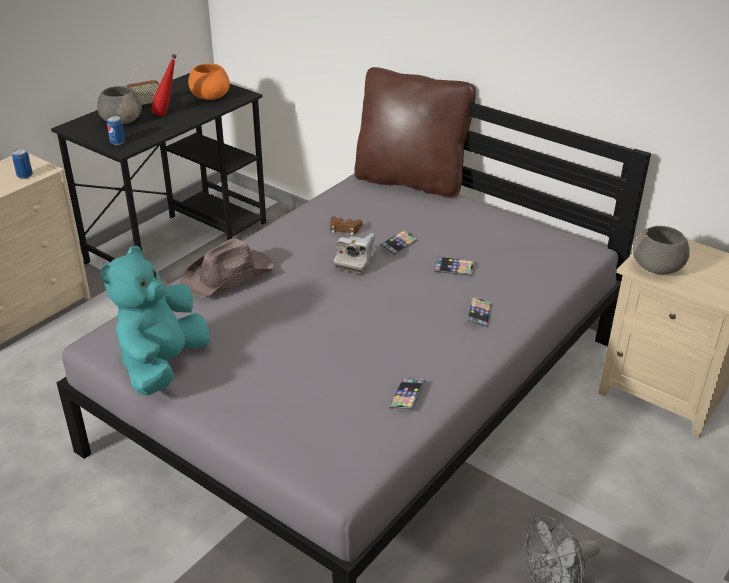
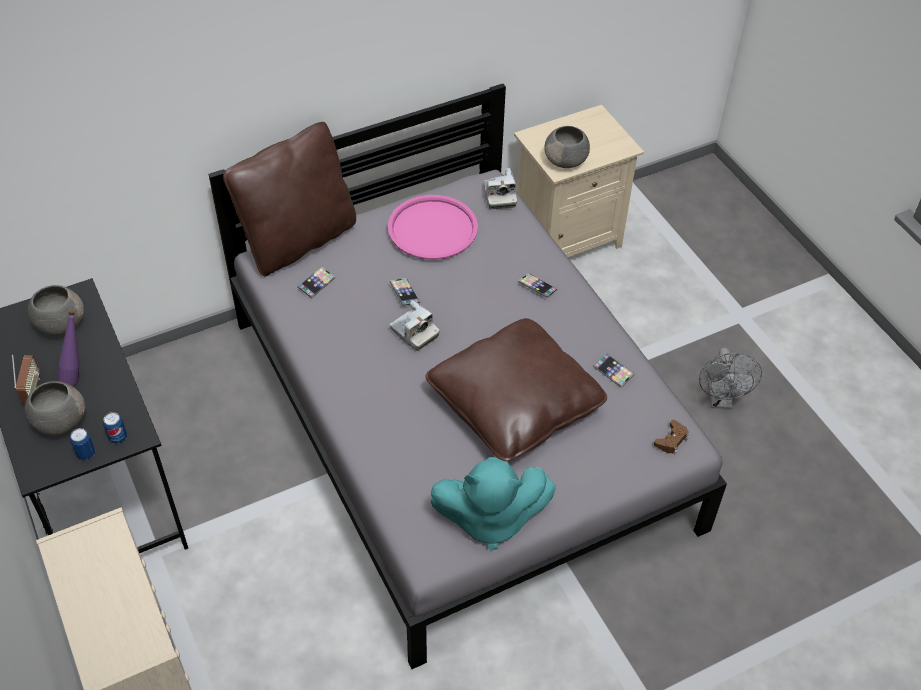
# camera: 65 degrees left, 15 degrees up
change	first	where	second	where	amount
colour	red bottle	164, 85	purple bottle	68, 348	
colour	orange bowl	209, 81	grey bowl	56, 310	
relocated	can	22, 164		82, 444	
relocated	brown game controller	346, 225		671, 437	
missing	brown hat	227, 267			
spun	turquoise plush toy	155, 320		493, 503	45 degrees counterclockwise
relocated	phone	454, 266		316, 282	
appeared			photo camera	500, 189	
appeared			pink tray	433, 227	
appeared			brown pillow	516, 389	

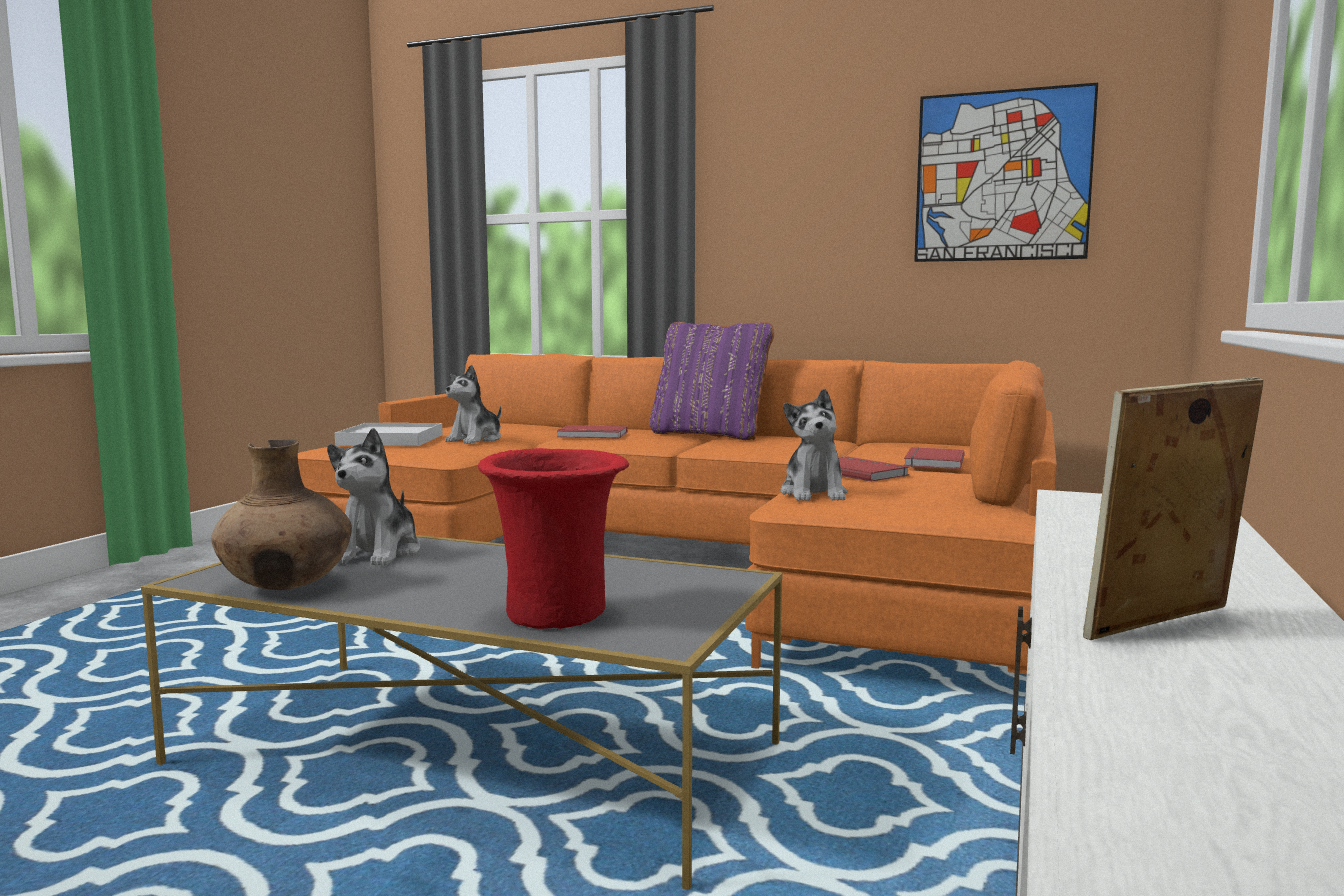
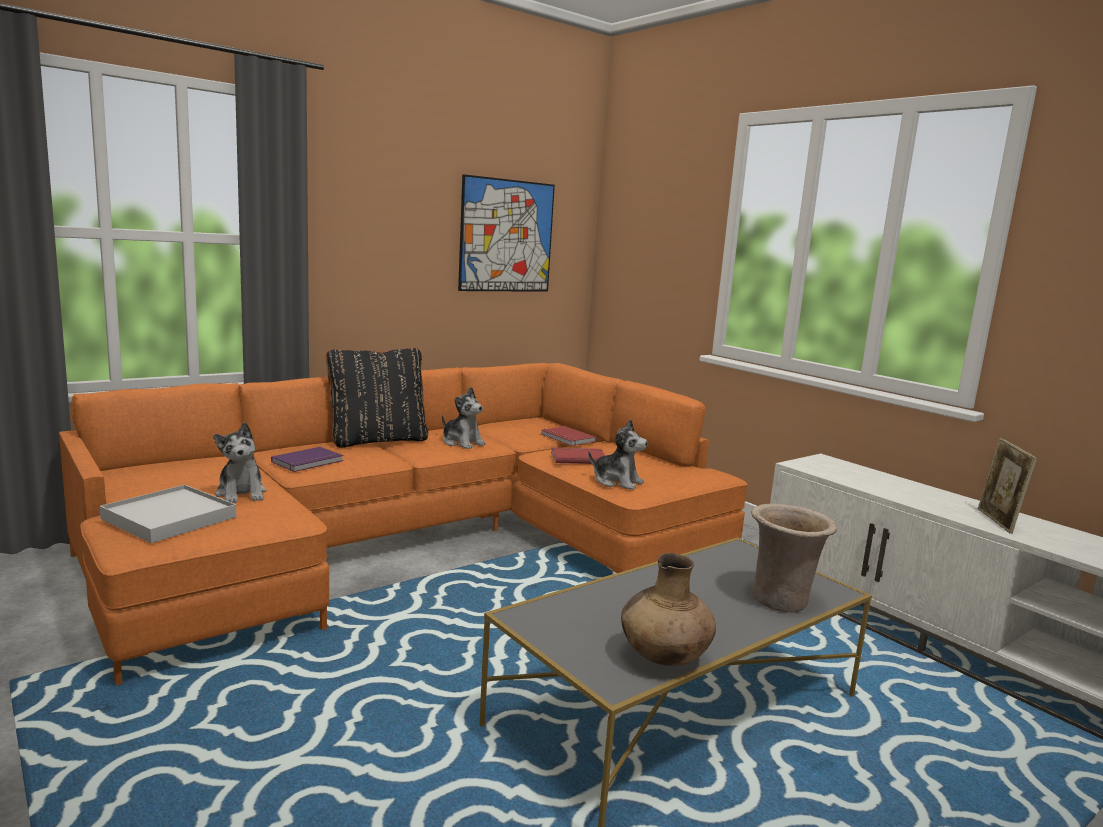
# camera: 60 degrees left, 5 degrees up
change	first	where	second	where	amount
colour	purple pillow	712, 381	black pillow	377, 397	
colour	red book	592, 431	purple book	307, 459	
relocated	plush toy	373, 497		464, 418	
colour	red vase	553, 538	beige vase	794, 558	

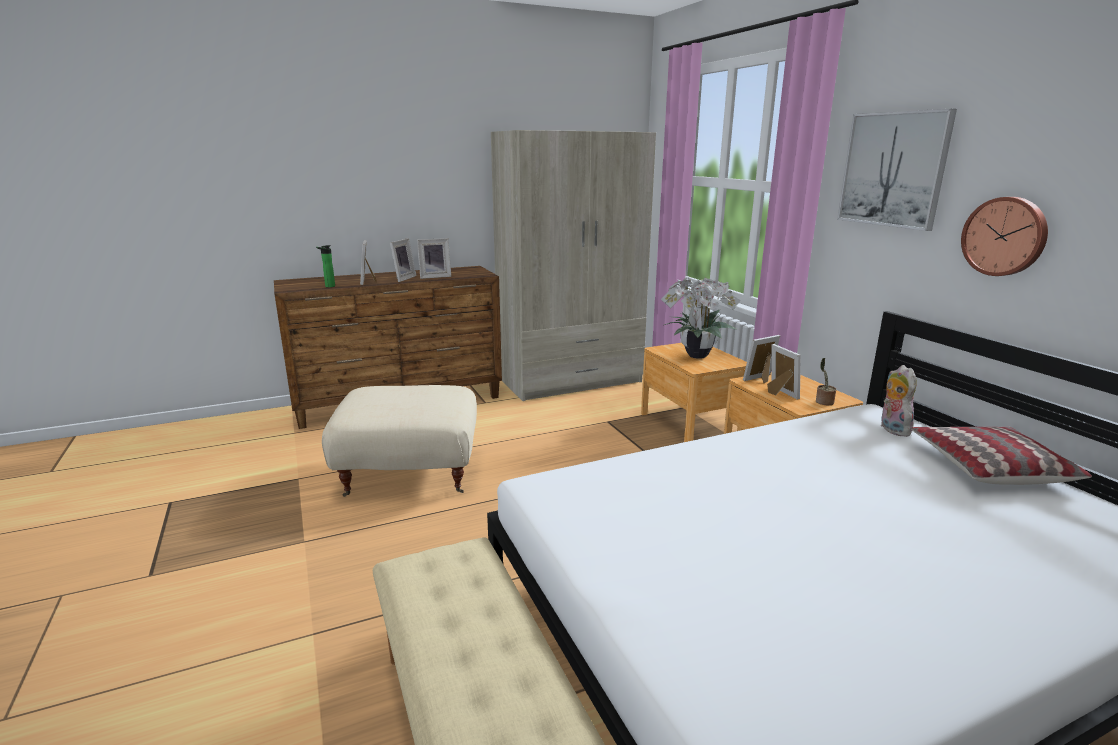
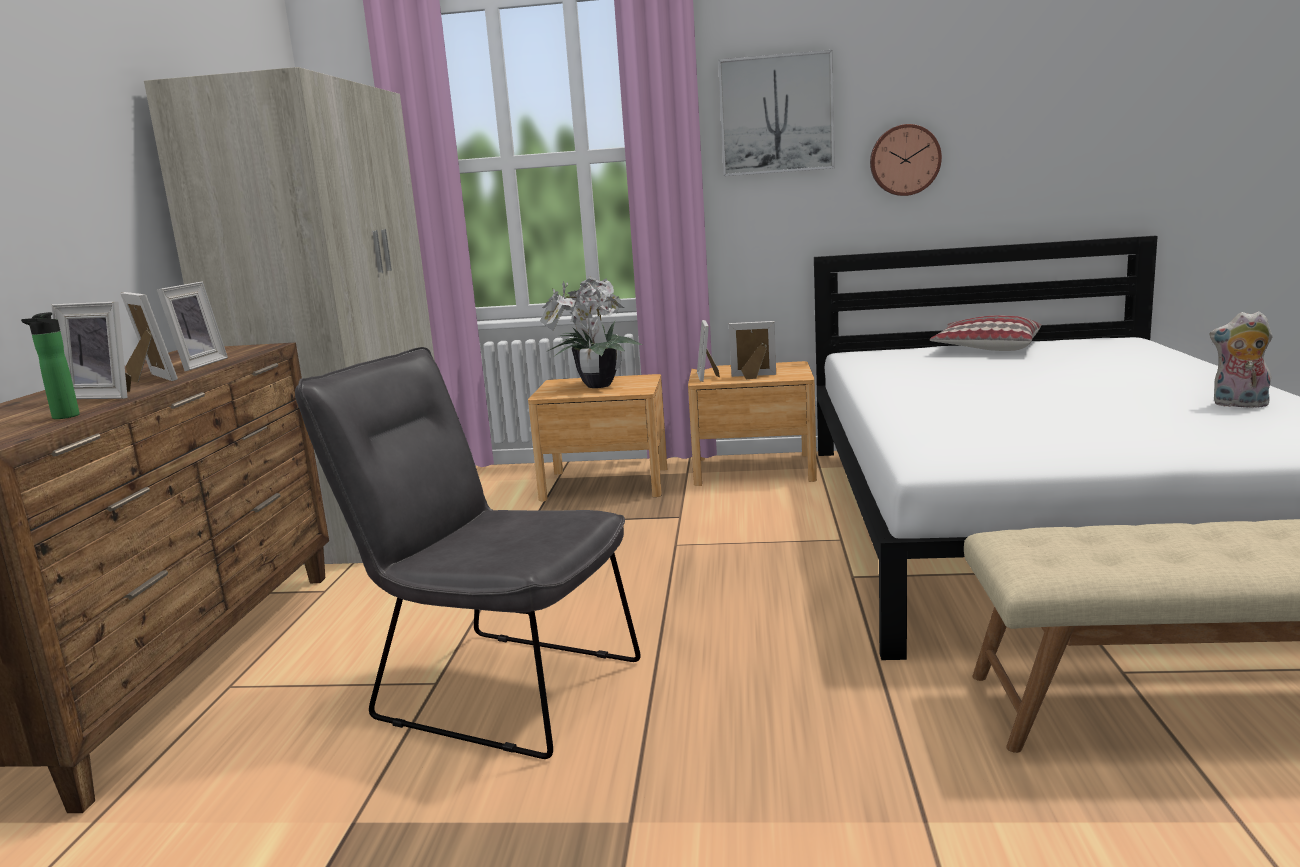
# camera: 60 degrees left, 5 degrees down
change	first	where	second	where	amount
missing	potted plant	826, 382			
relocated	plush toy	898, 401		1241, 359	
exchanged	beige ottoman	399, 441	grey chair	468, 553	

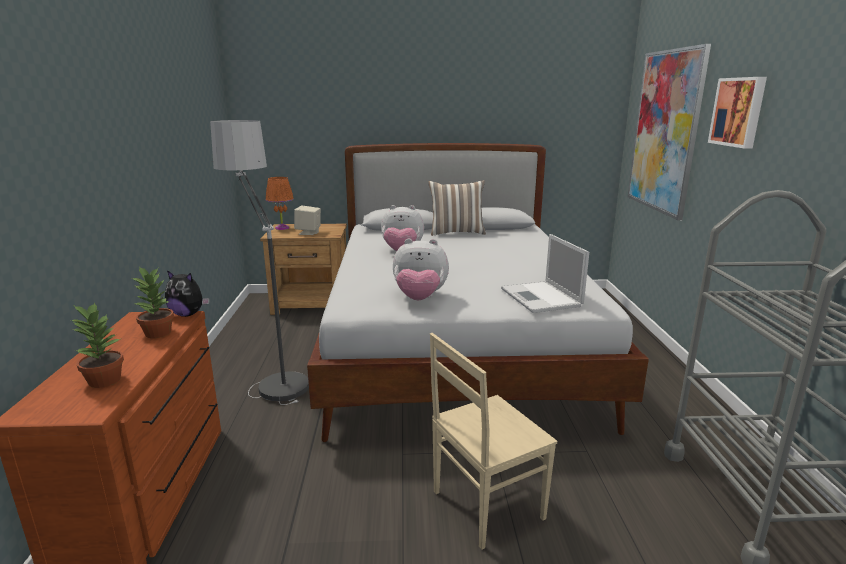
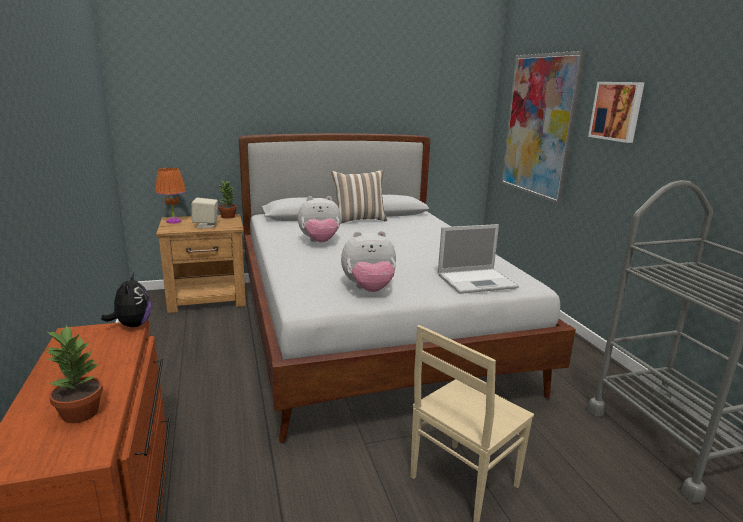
# camera: 15 degrees left, 0 degrees up
change	first	where	second	where	amount
missing	floor lamp	259, 262			
spun	laptop	545, 273		478, 259	75 degrees counterclockwise
relocated	potted plant	153, 302		227, 199	
spun	plush toy	187, 293		126, 299	105 degrees counterclockwise

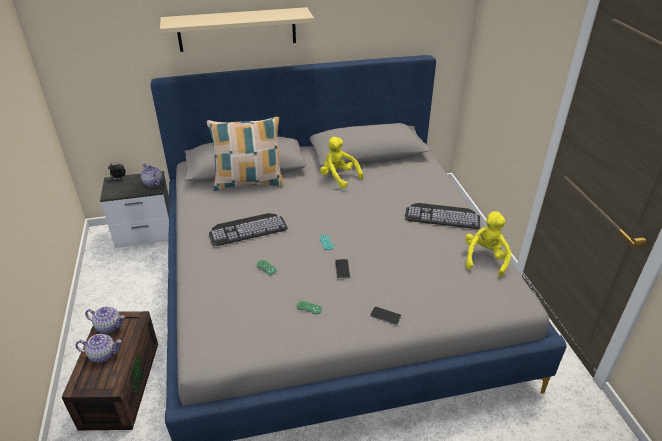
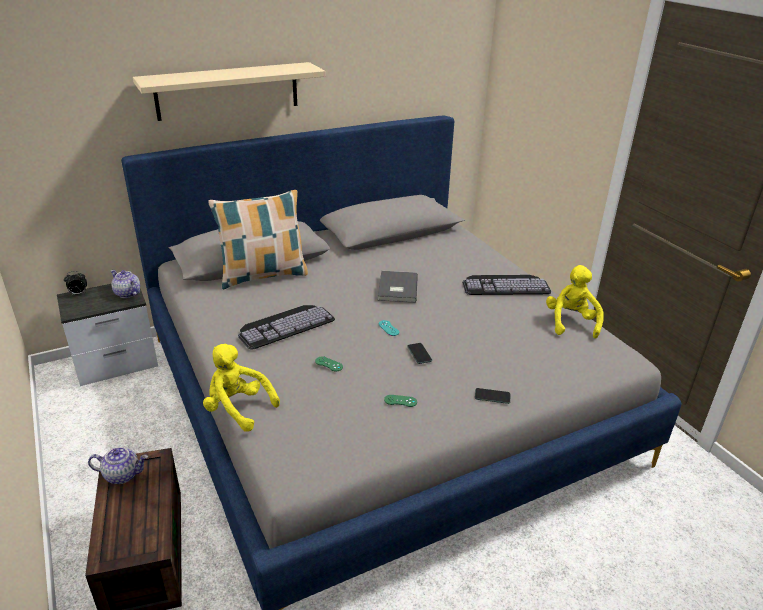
# camera: 15 degrees left, 5 degrees down
change	first	where	second	where	amount
relocated	yellow plush toy	341, 163		241, 388	
missing	teapot	98, 348			
appeared			grey book	398, 287	

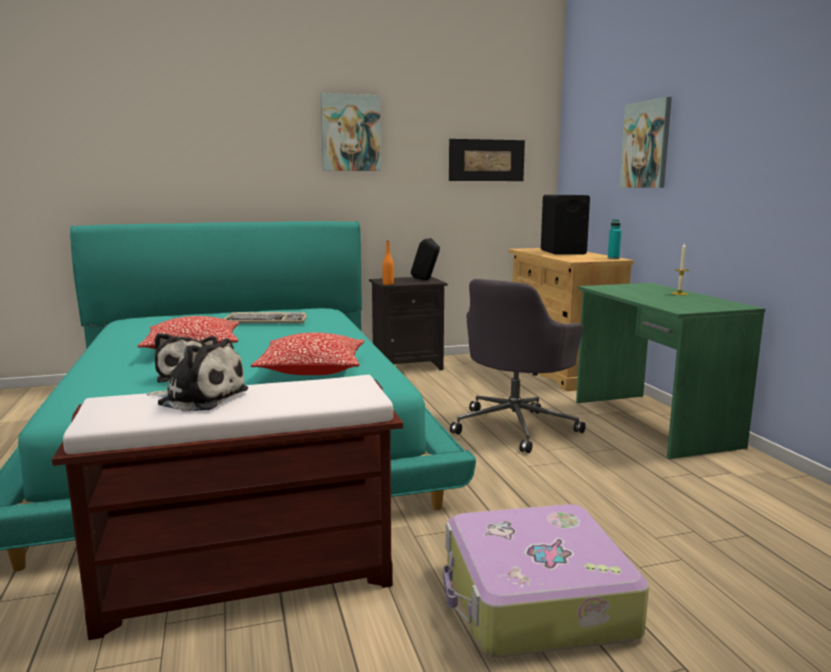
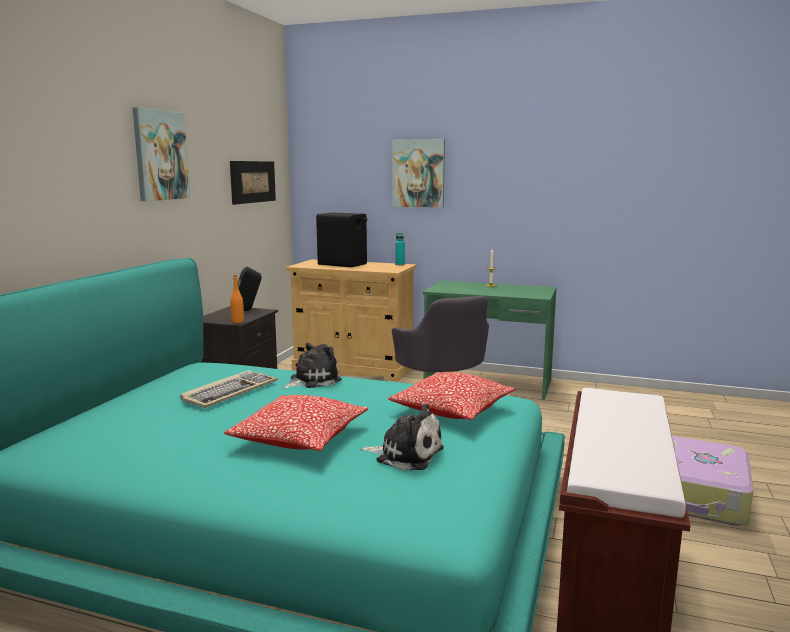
# camera: 55 degrees left, 0 degrees up
change	first	where	second	where	amount
relocated	plush toy	197, 375		312, 366	

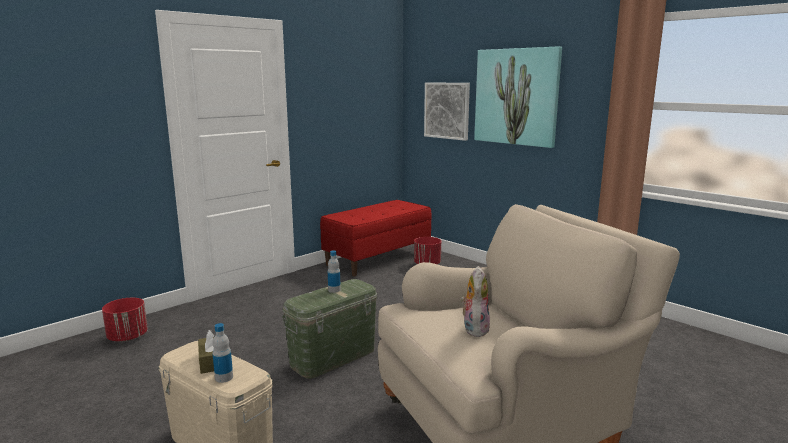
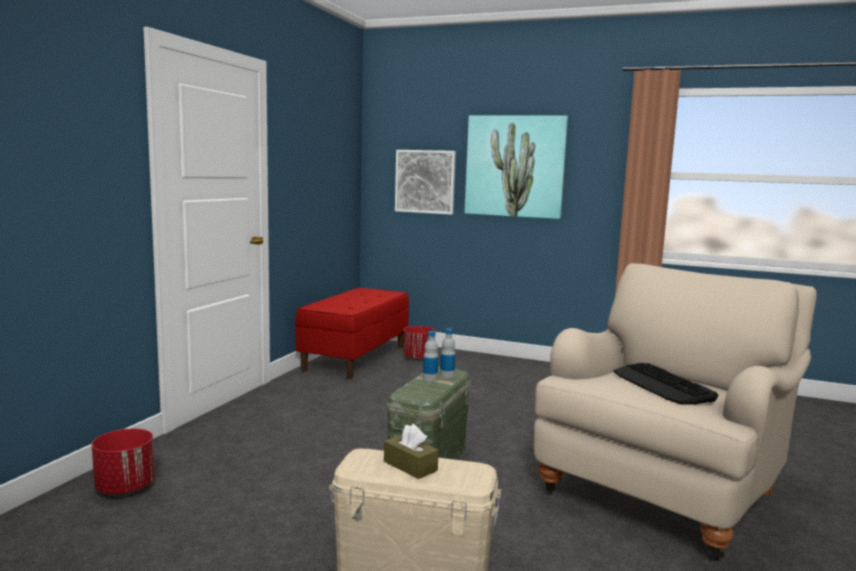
# camera: 25 degrees left, 5 degrees down
change	first	where	second	where	amount
exchanged	plush toy	475, 301	keyboard	665, 384	
relocated	bottle	222, 353		447, 353	

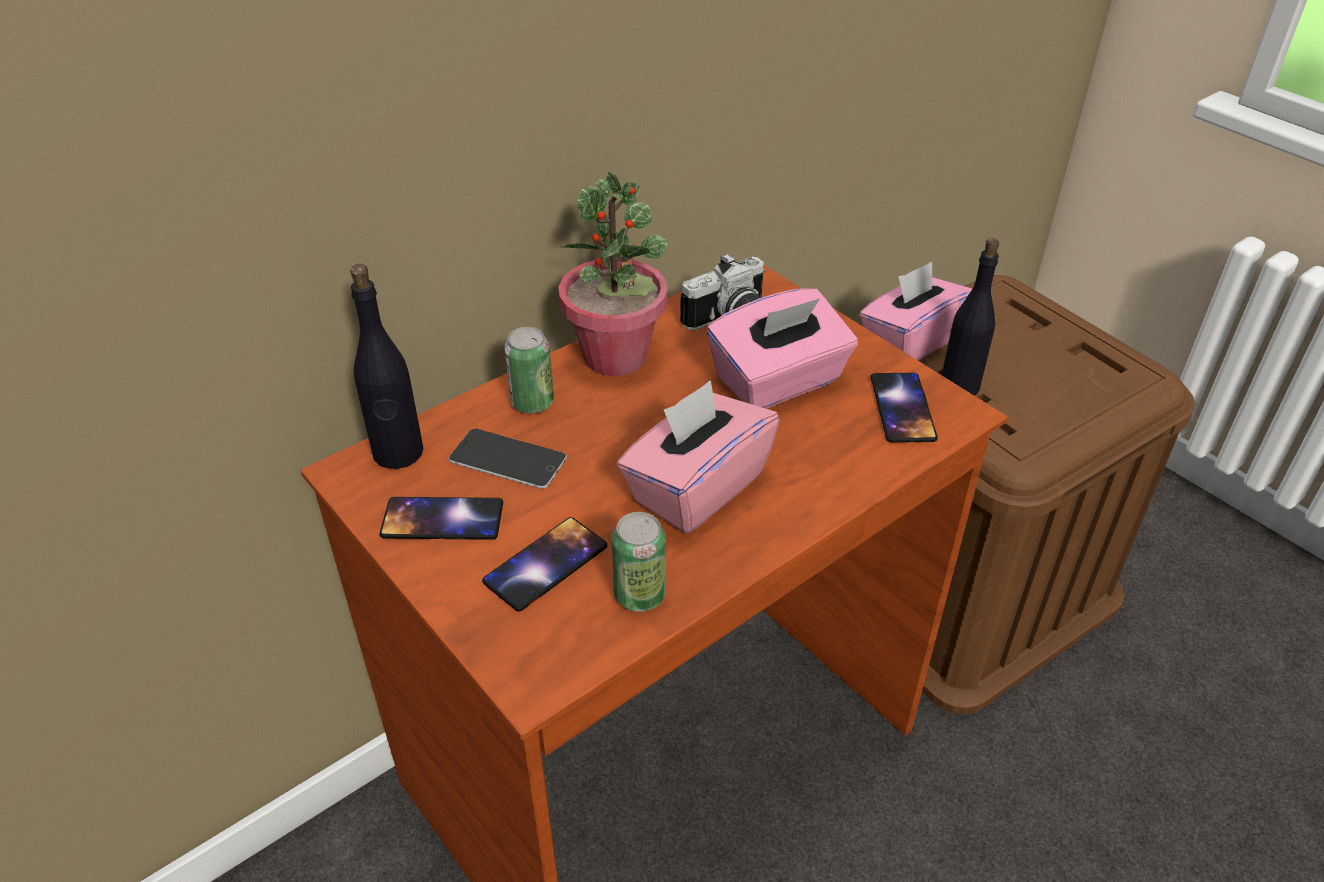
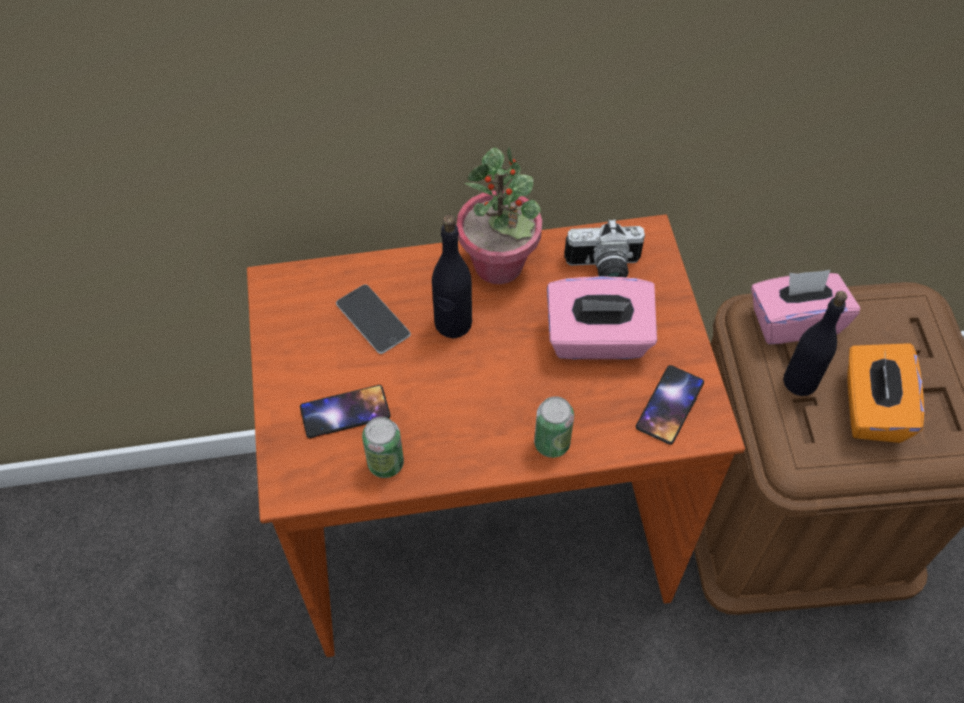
# camera: 30 degrees right, 15 degrees up
change	first	where	second	where	amount
relocated	black bottle	386, 366		452, 277	
relocated	can	529, 370		554, 427	
missing	pink tissue box	698, 456			
missing	phone	441, 518			
appeared			orange tissue box	885, 393	

